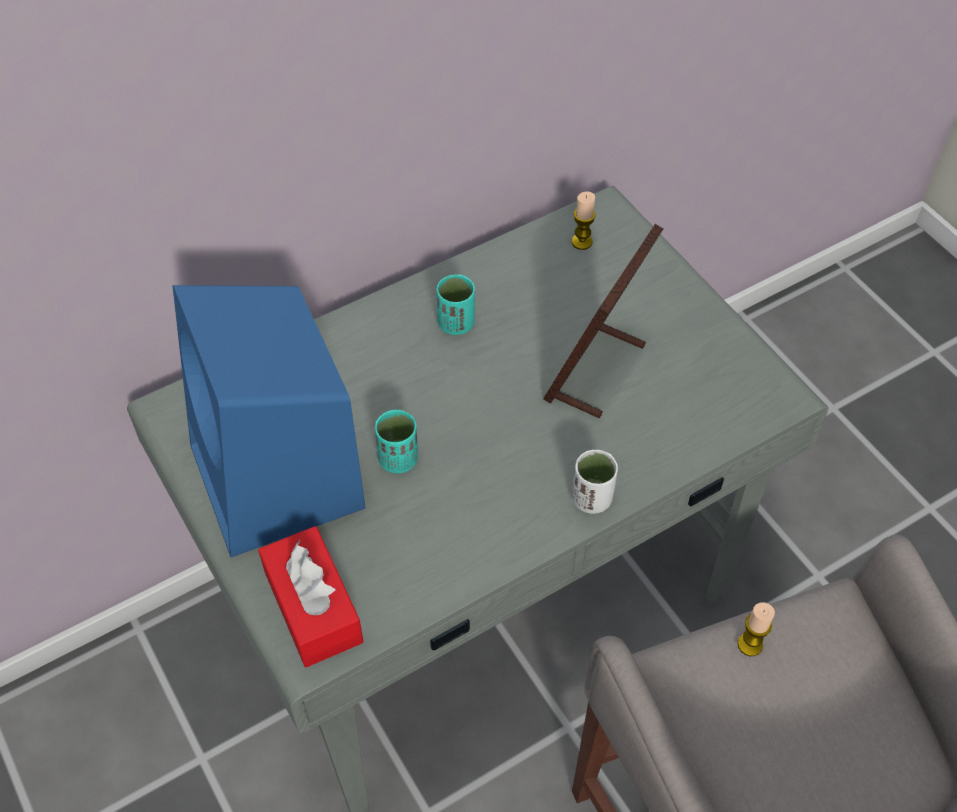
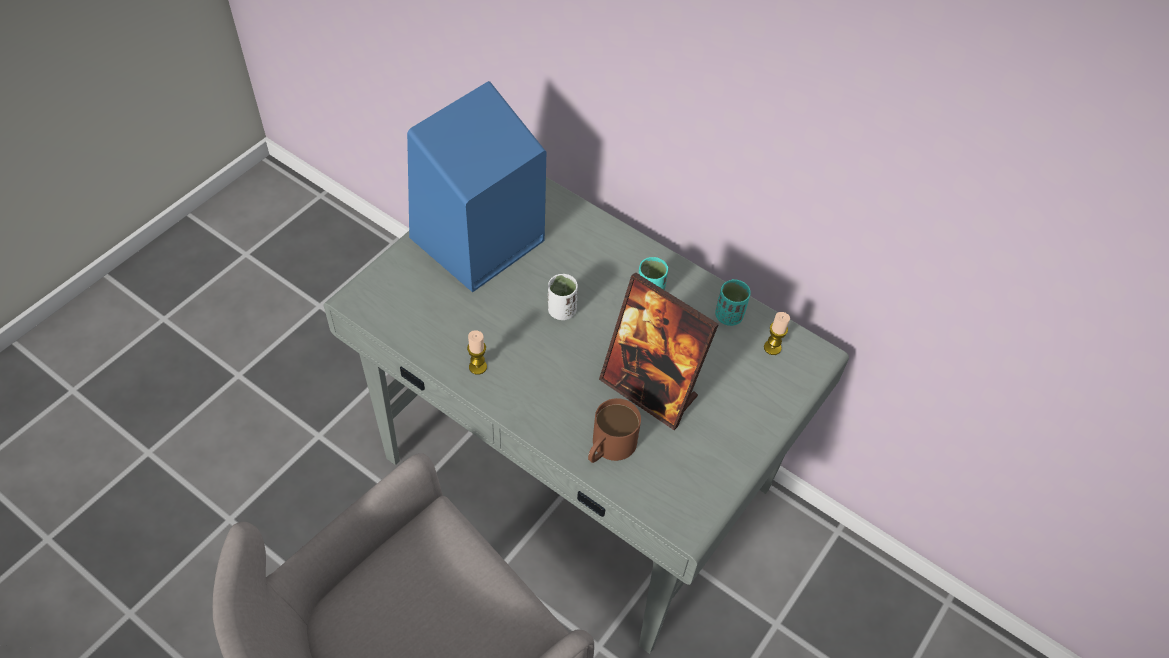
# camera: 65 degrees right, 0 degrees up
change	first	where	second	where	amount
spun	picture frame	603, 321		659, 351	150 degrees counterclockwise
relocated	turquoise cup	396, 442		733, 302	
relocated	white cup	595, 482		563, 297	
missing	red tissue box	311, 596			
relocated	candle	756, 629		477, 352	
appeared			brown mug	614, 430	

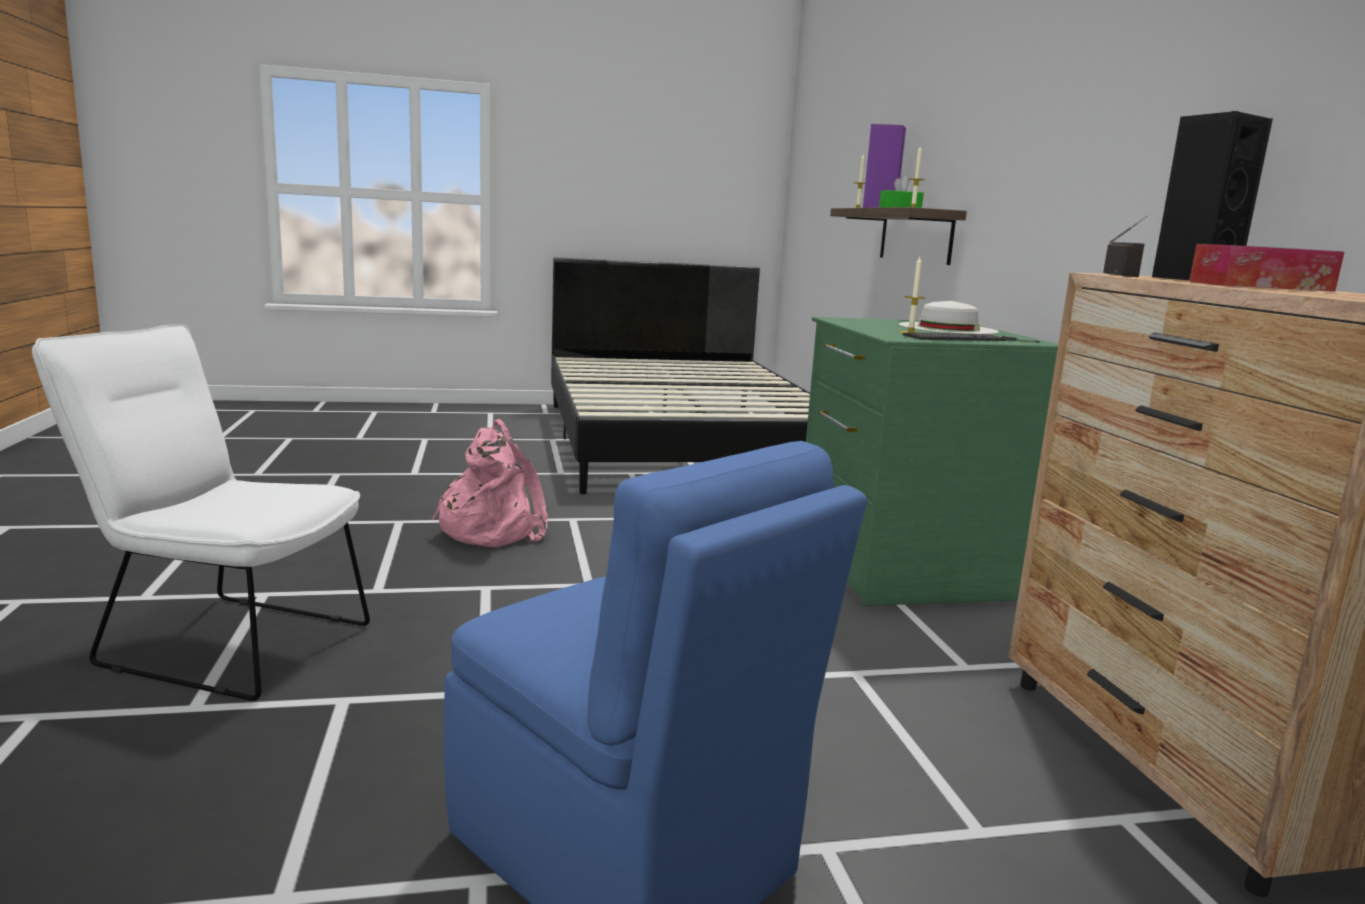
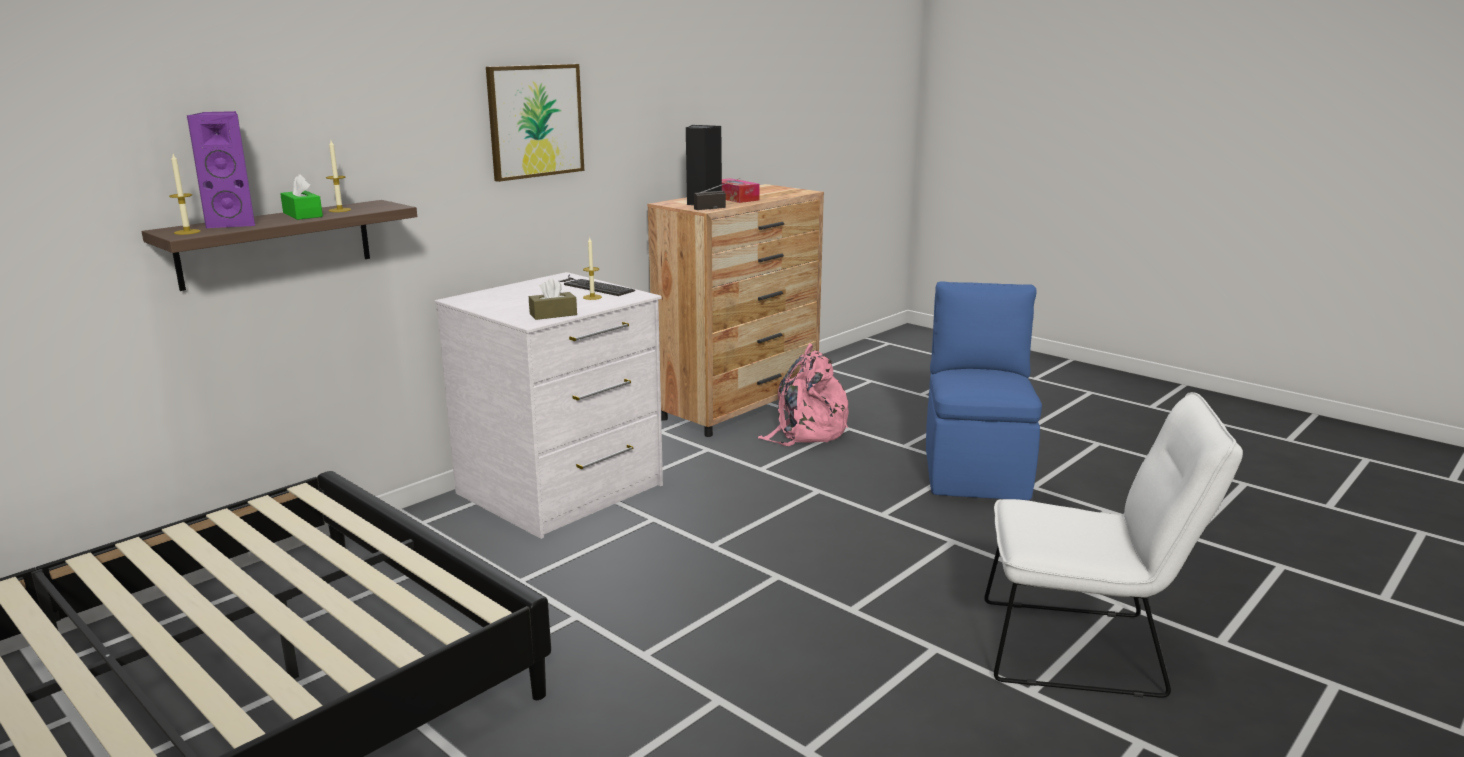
# camera: 125 degrees left, 5 degrees up
change	first	where	second	where	amount
missing	white hat	949, 317			
colour	green dresser	932, 461	white dresser	549, 405	
spun	white chair	201, 512		1113, 545	60 degrees counterclockwise
relocated	pink backpack	490, 483		803, 394	
appeared			picture	535, 123	
appeared			brown tissue box	553, 299	

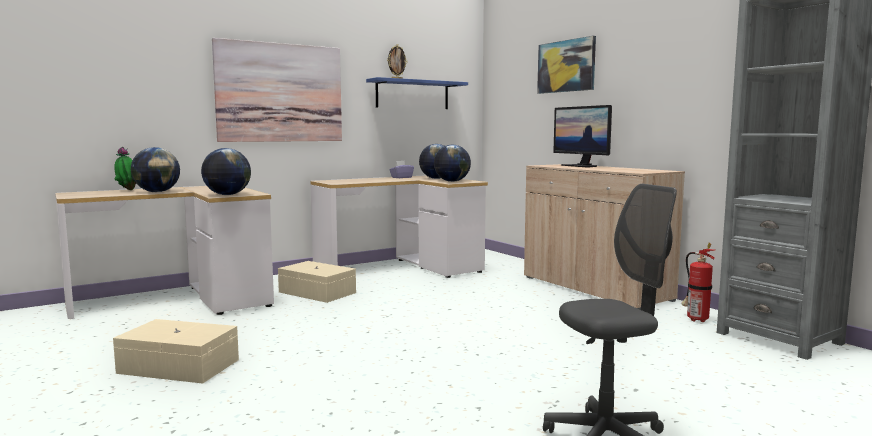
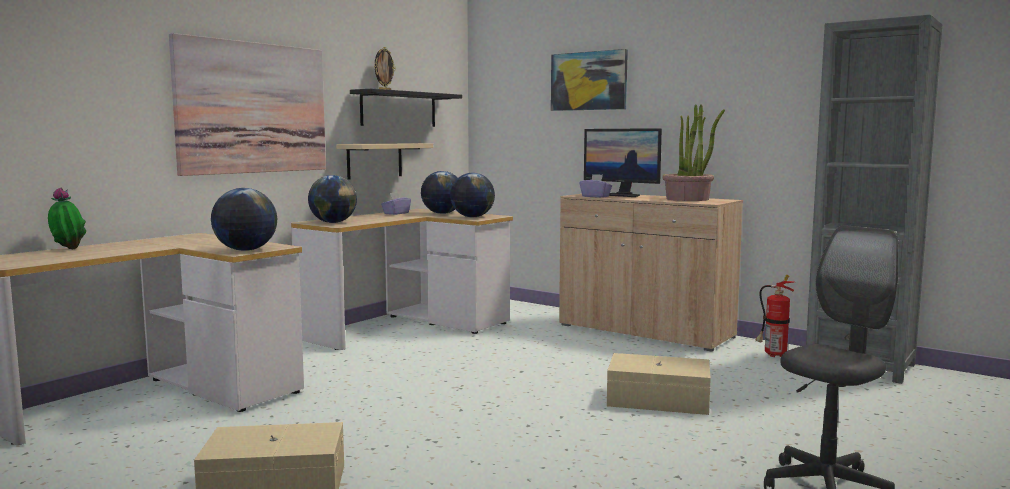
# camera: 20 degrees left, 0 degrees up
change	first	where	second	where	amount
colour	blue shelf	417, 93	black shelf	406, 108	
relocated	globe	155, 169		332, 199	
relocated	beige storage box	317, 282		659, 384	
appeared			potted plant	693, 152	
appeared			beige shelf	384, 161	
appeared			purple tissue box	596, 186	

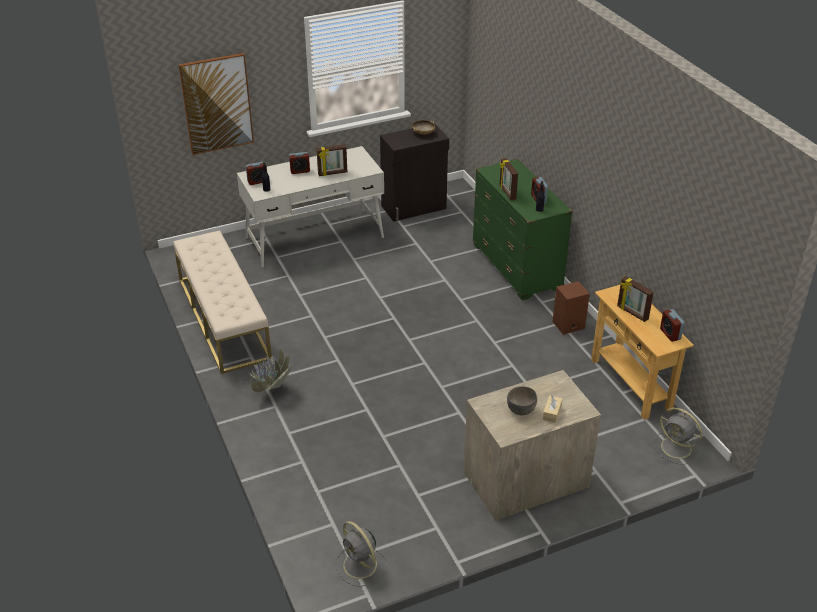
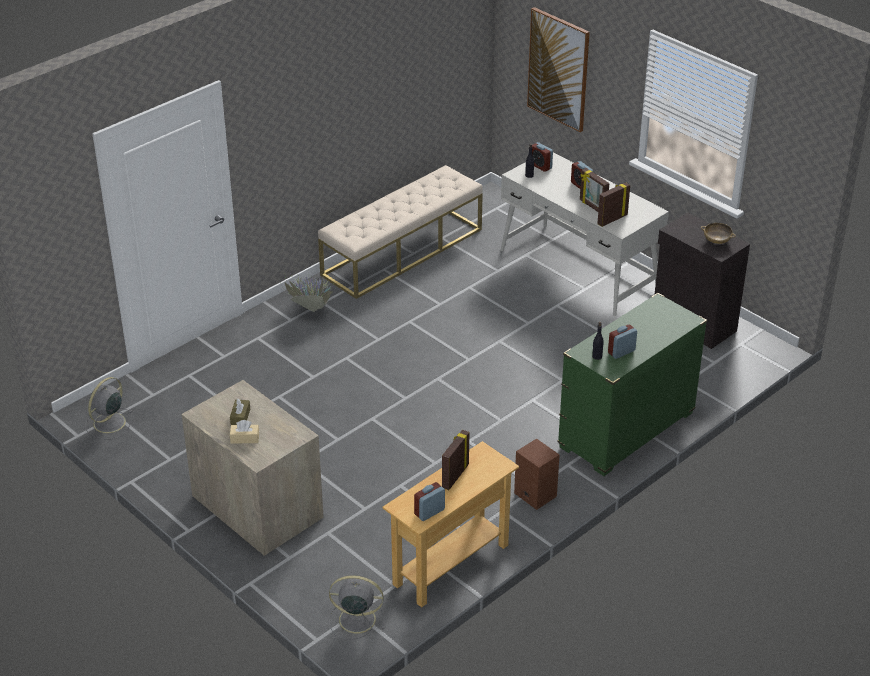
# camera: 70 degrees right, 0 degrees up
change	first	where	second	where	amount
relocated	picture frame	509, 179		613, 205	
exchanged	grey bowl	522, 400	brown tissue box	240, 411	
spun	grey fan	678, 436		356, 607	75 degrees clockwise

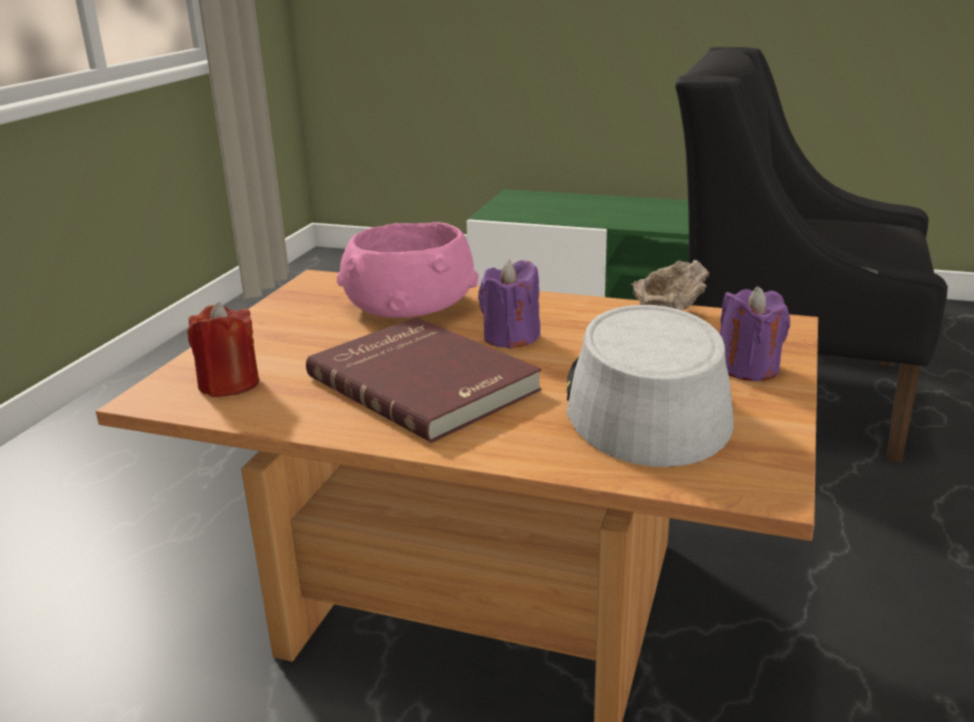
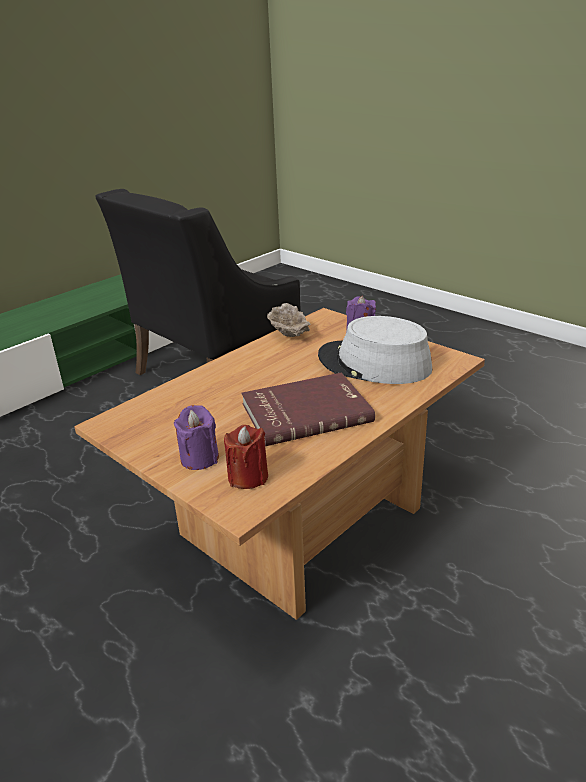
# camera: 65 degrees left, 5 degrees up
change	first	where	second	where	amount
missing	pink bowl	408, 270			
relocated	purple candle	509, 304		196, 437	

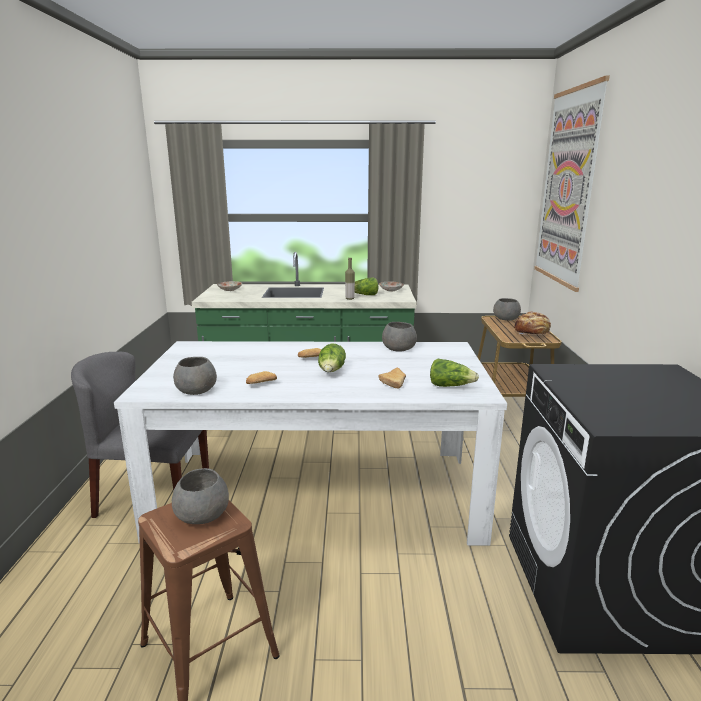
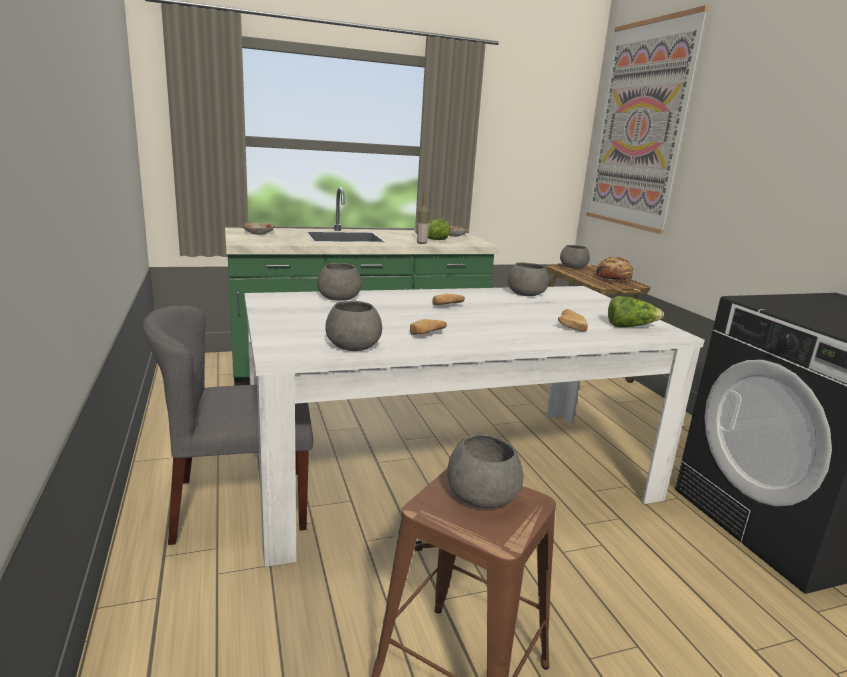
# camera: 20 degrees left, 0 degrees up
change	first	where	second	where	amount
missing	lettuce	332, 357			
appeared			grey bowl	339, 282	

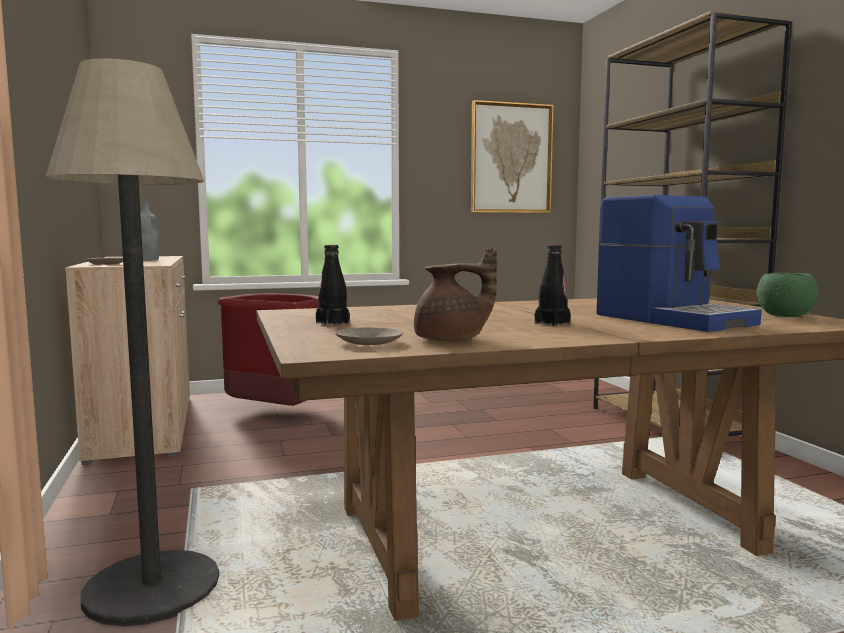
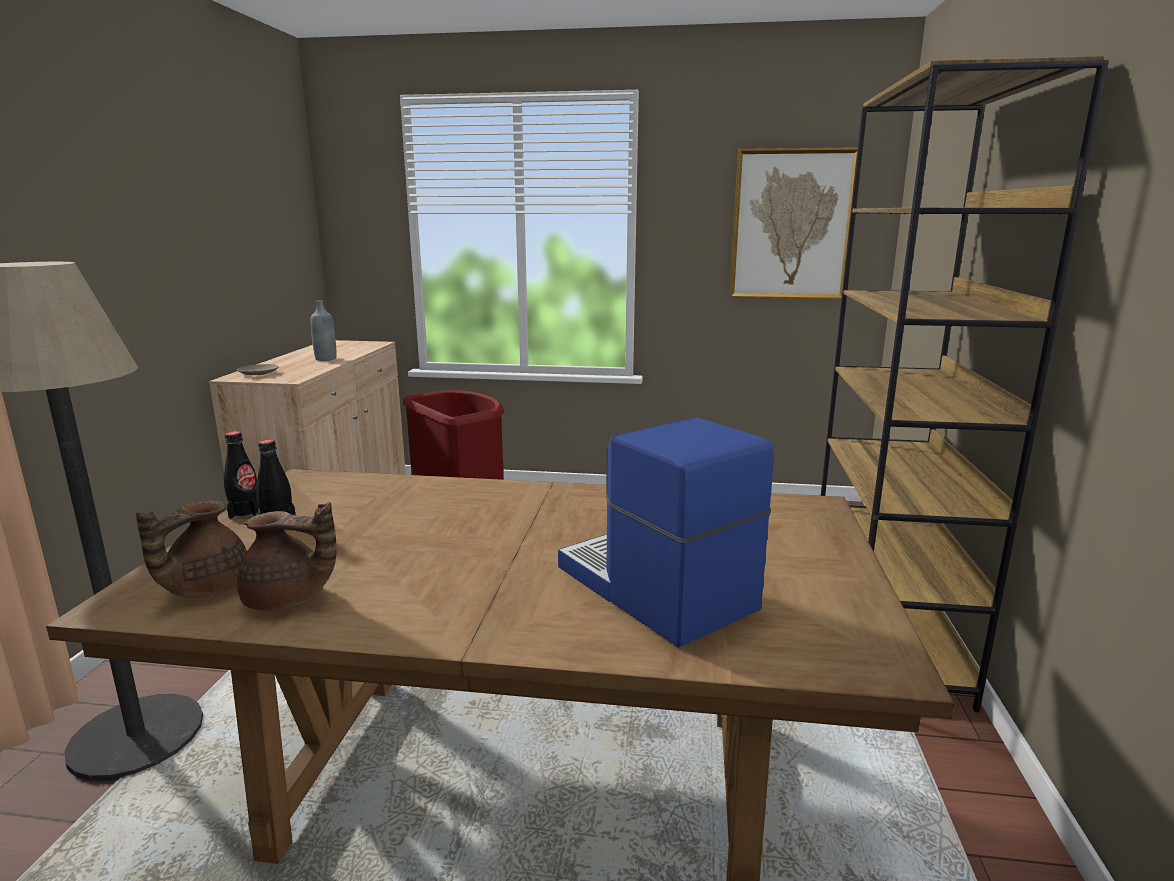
# camera: 25 degrees right, 10 degrees up
change	first	where	second	where	amount
spun	coffee machine	679, 263		666, 532	150 degrees clockwise
relocated	black bottle	553, 285		241, 475	
missing	green bowl	787, 295			
exchanged	beige plate	369, 336	brown teapot	191, 549	

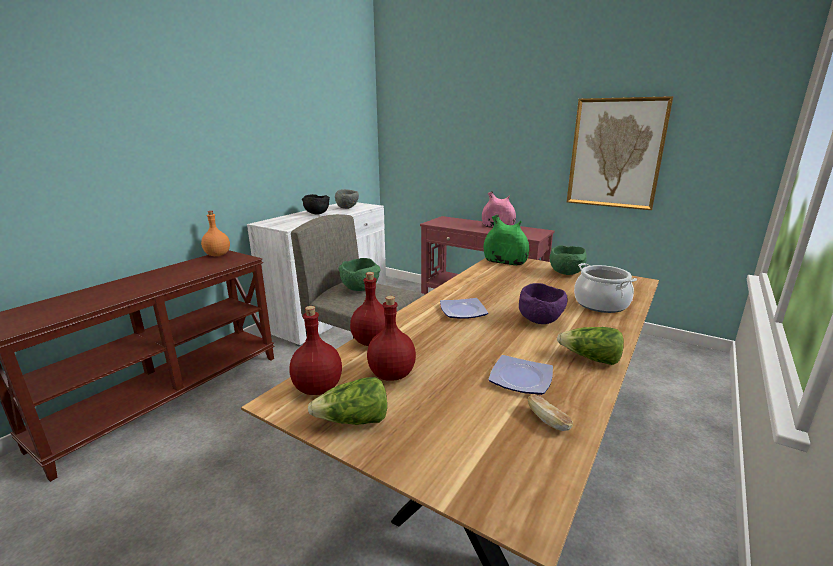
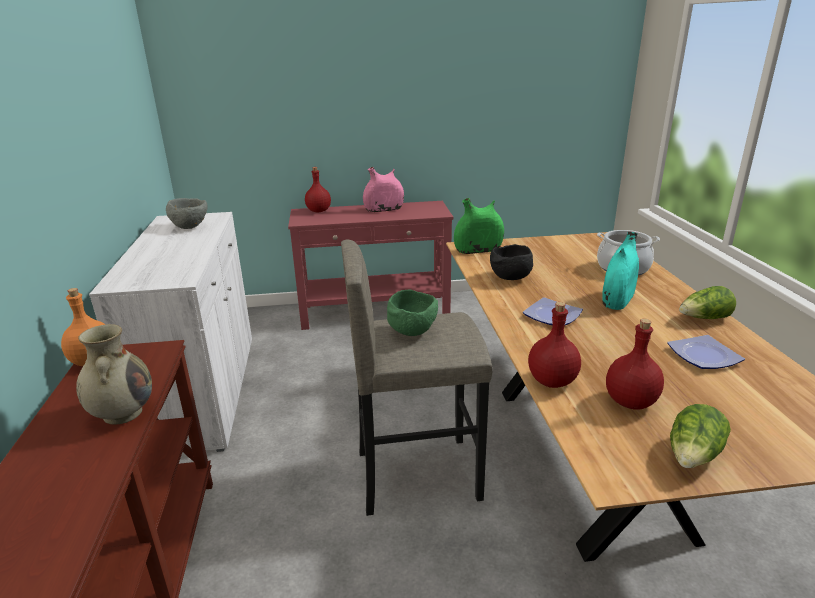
# camera: 40 degrees left, 5 degrees up
change	first	where	second	where	amount
missing	picture	620, 153			
relocated	black bowl	316, 204		511, 262	
missing	green bowl	568, 260			
exchanged	purple bowl	543, 303	turquoise vase	620, 271	
relocated	red bottle	315, 350		318, 189	
missing	bread	550, 412			
appeared			beige vase	114, 374	

